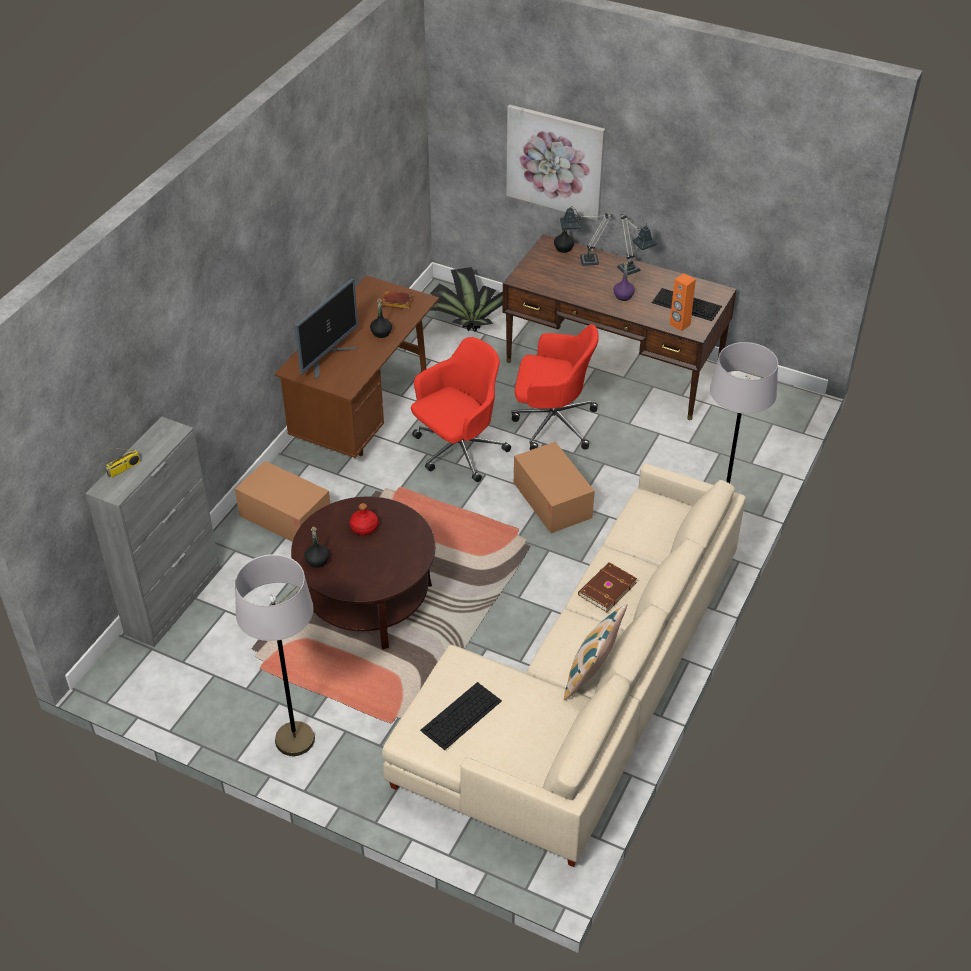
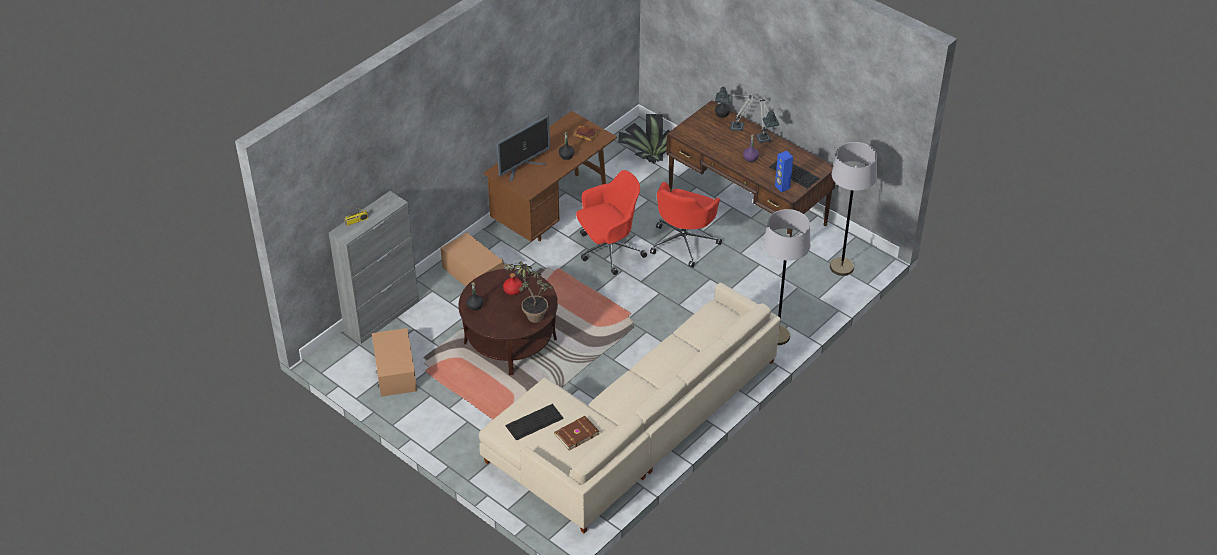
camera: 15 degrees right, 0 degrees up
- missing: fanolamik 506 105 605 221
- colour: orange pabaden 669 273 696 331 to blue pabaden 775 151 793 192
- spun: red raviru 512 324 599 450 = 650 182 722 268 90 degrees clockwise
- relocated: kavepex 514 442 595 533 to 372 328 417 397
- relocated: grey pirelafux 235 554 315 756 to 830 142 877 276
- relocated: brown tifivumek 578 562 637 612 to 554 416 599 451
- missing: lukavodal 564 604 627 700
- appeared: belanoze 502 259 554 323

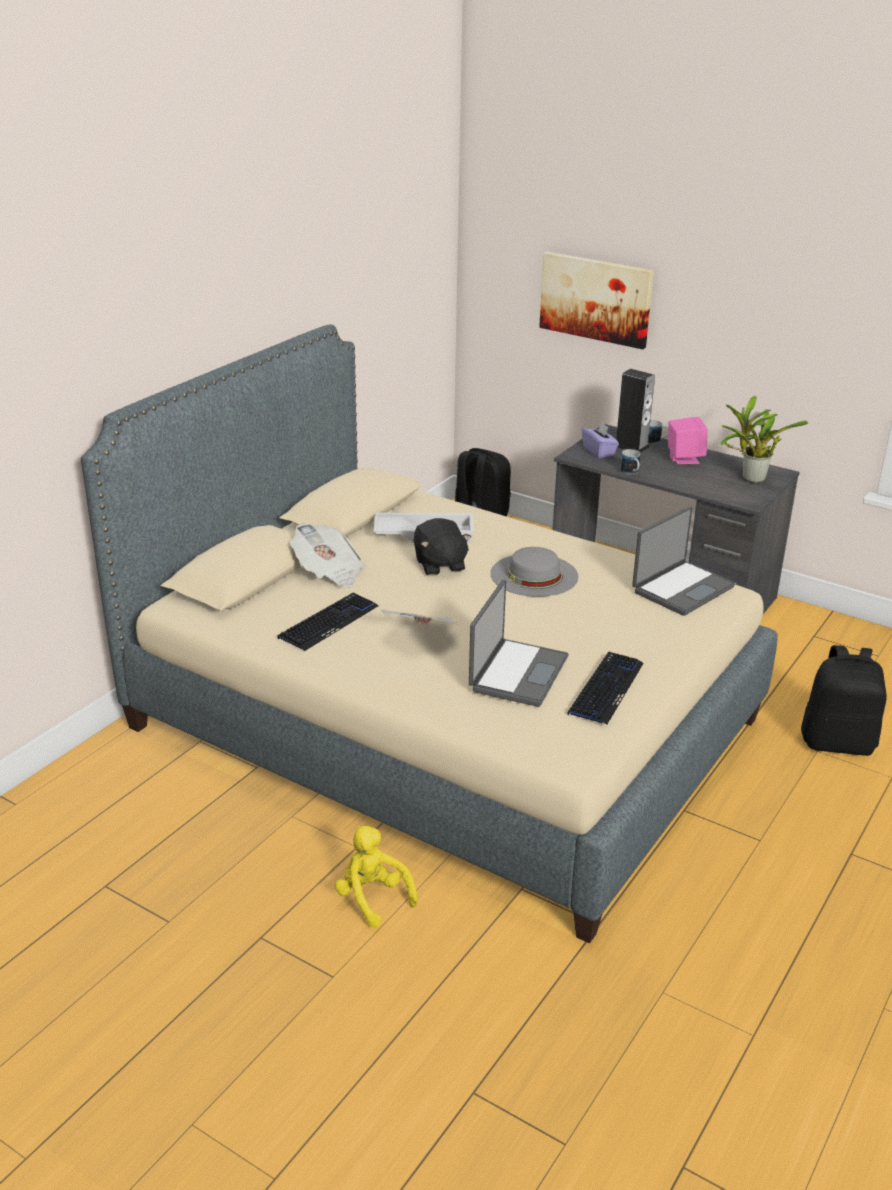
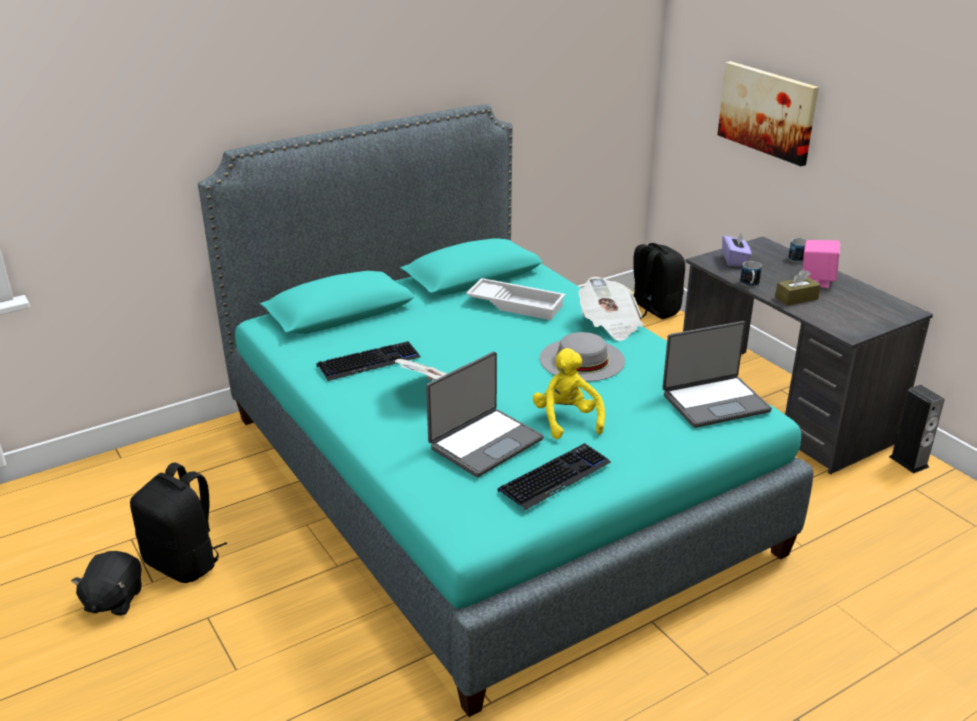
camera: 25 degrees right, 0 degrees up
- colour: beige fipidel 81 324 778 944 to turquoise fipidel 198 104 813 717
- relocated: pabaden 616 369 655 453 to 889 385 945 474
- missing: belanoze 721 396 808 483
- relocated: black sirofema 413 518 471 576 to 71 551 142 616
- relocated: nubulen 290 523 366 588 to 578 277 644 341
- relocated: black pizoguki 801 645 887 756 to 130 462 227 583
- relocated: yellow sirofema 335 826 418 928 to 533 348 605 439
- appeared: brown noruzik 775 269 821 306

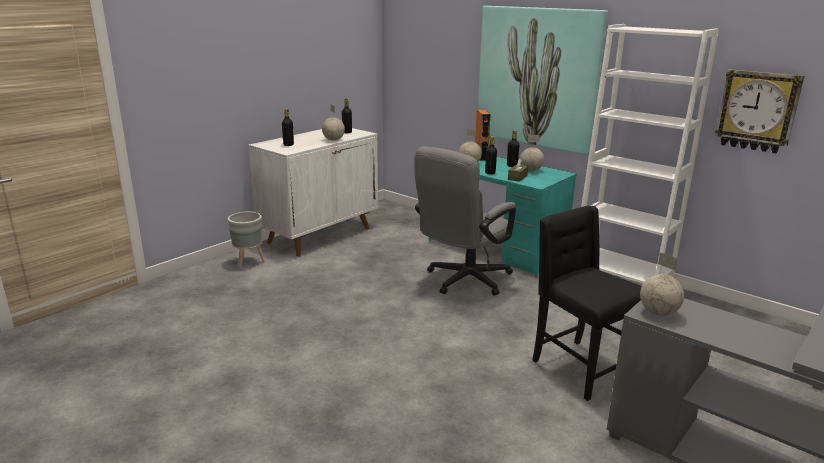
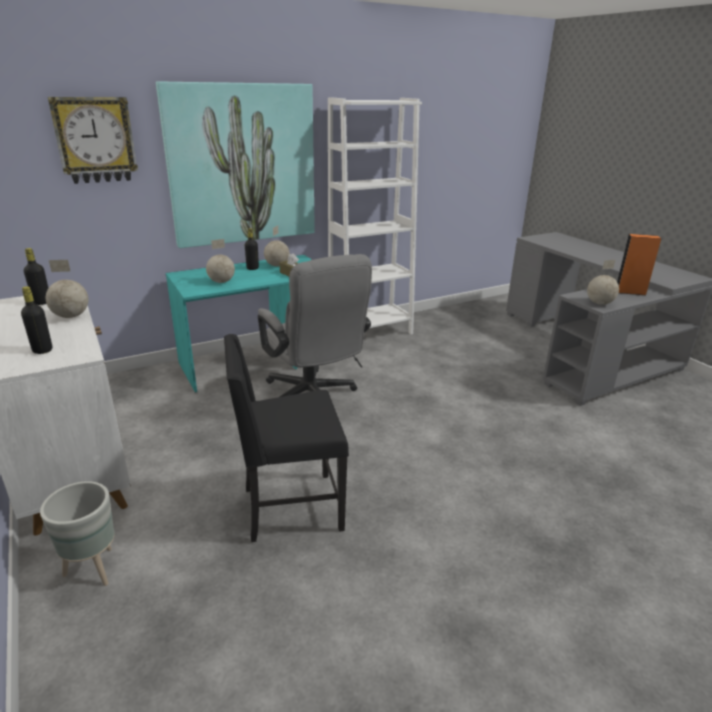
camera: 70 degrees left, 5 degrees up
- relocated: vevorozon 715 69 804 154 to 48 97 138 184
- relocated: orange pabaden 475 110 491 161 to 617 234 661 296
- missing: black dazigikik 485 136 497 175
- relocated: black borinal 532 206 642 401 to 224 334 349 542

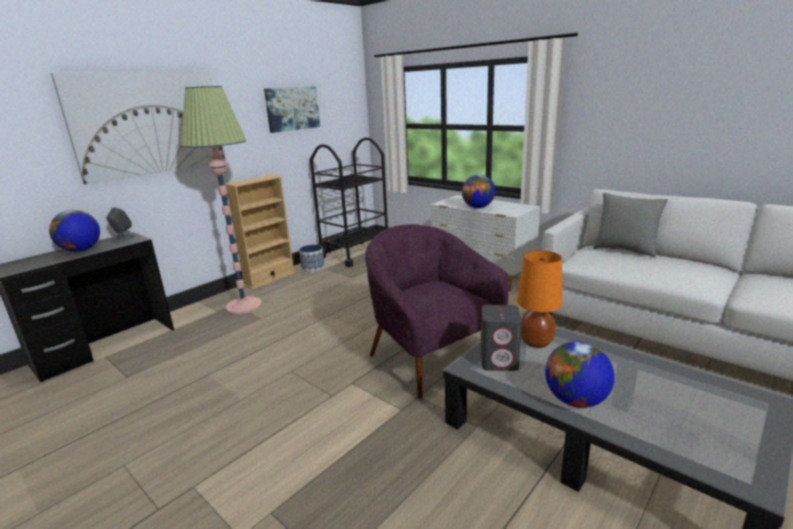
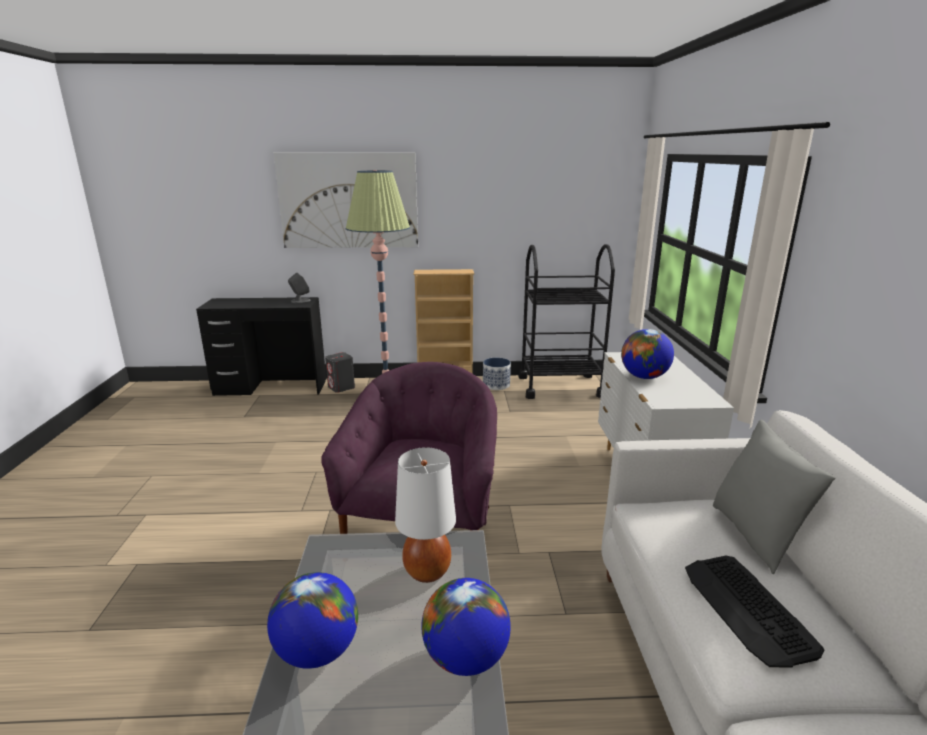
camera: 45 degrees right, 0 degrees up
- missing: fanolamik 264 86 320 133
- relocated: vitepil 49 210 100 252 to 421 578 511 676
- colour: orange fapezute 517 251 562 348 to white fapezute 395 447 456 583
- relocated: grey pabaden 481 305 522 371 to 325 352 355 393
- appeared: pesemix 685 556 825 668

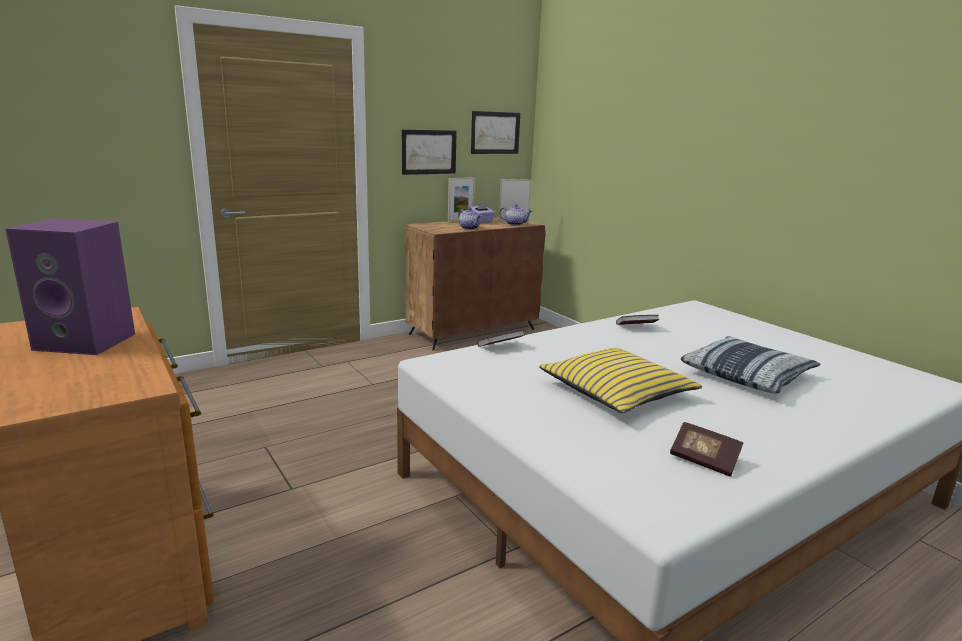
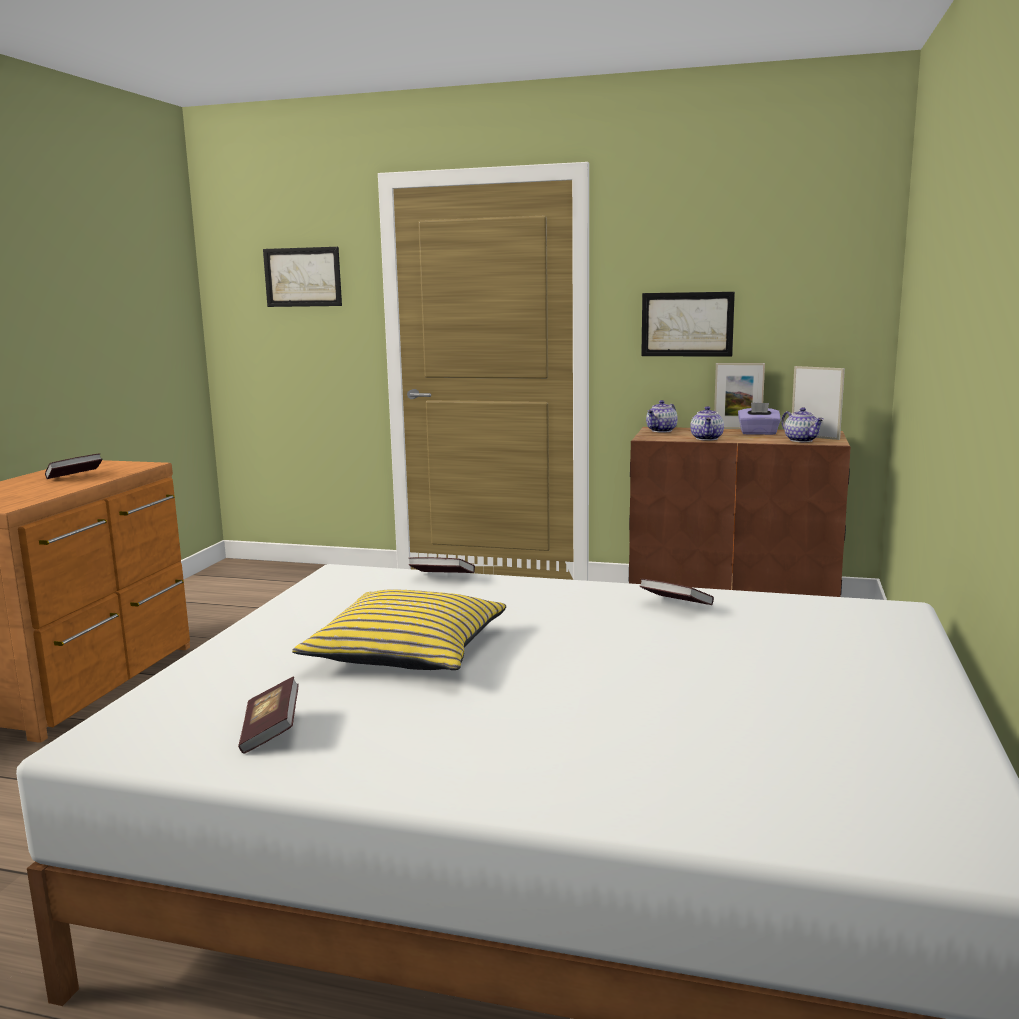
camera: 50 degrees right, 5 degrees down
- relocated: fanolamik 471 111 520 154 to 263 247 342 307
- exchanged: purple pabaden 5 218 135 355 to tifivumek 45 453 103 479
- missing: lukavodal 680 336 820 394
- appeared: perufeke 646 400 678 433

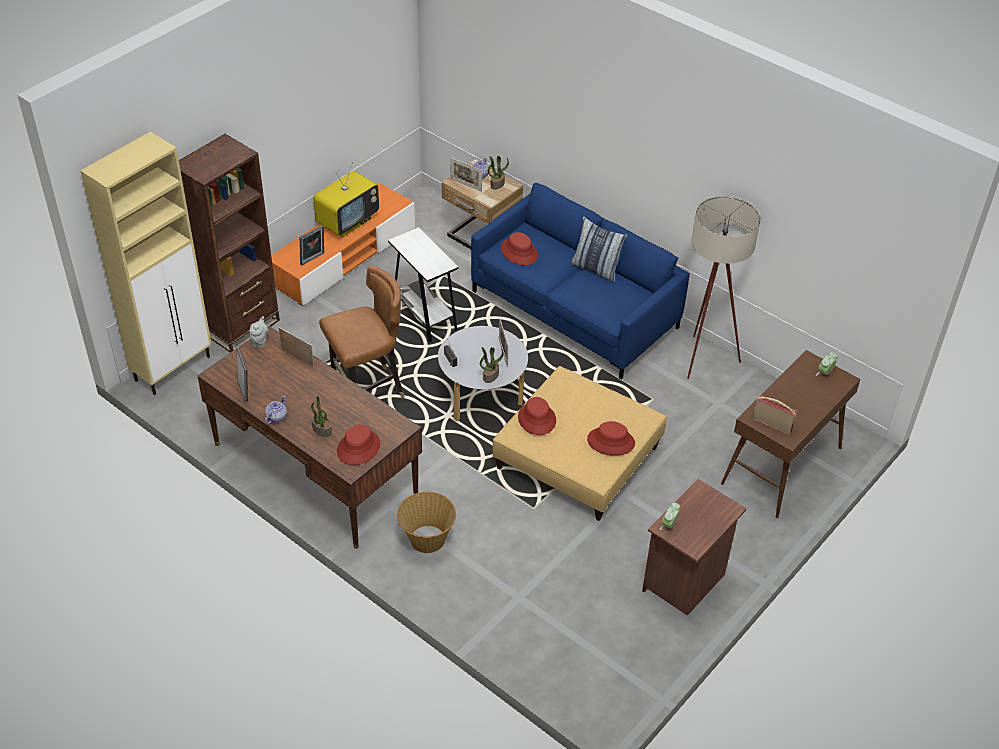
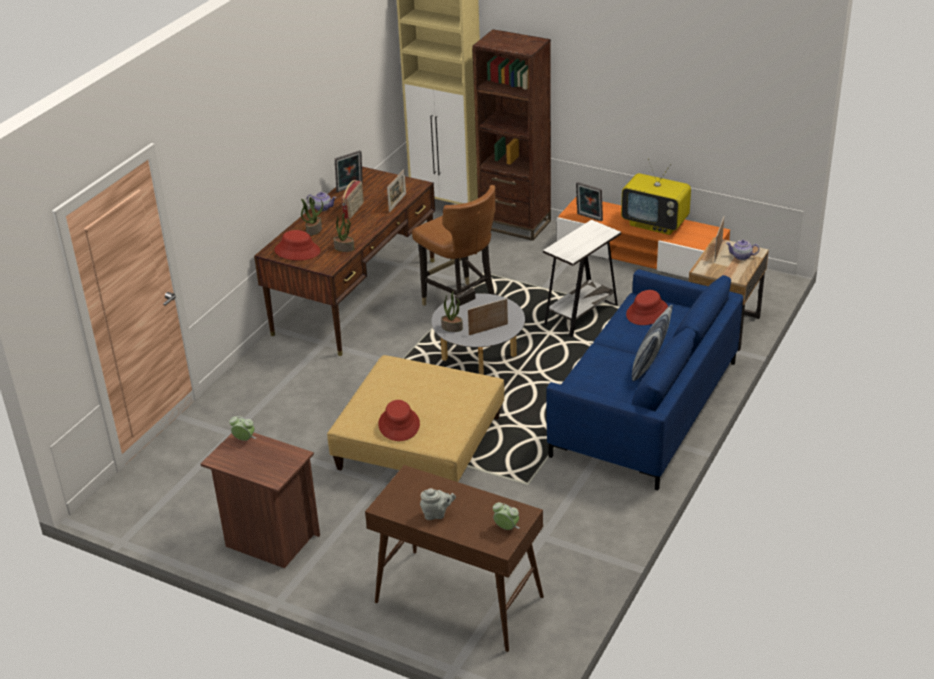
camera: 80 degrees right, 10 degrees down
- relocated: belanoze 488 156 509 189 to 333 212 354 252
- missing: beige pirelafux 687 196 760 379
- relocated: grey perufeke 250 316 269 348 to 420 488 456 520
- relocated: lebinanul 753 396 797 434 to 341 180 364 219
- missing: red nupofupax 518 397 556 435
- missing: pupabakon 397 492 456 553

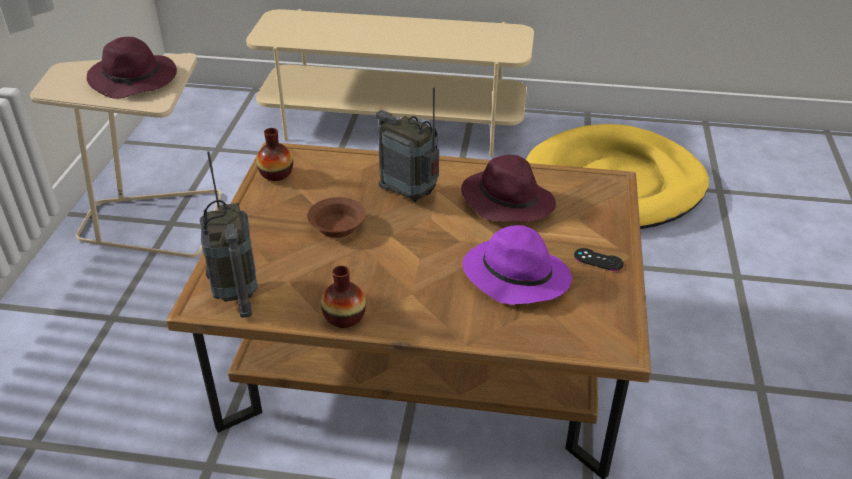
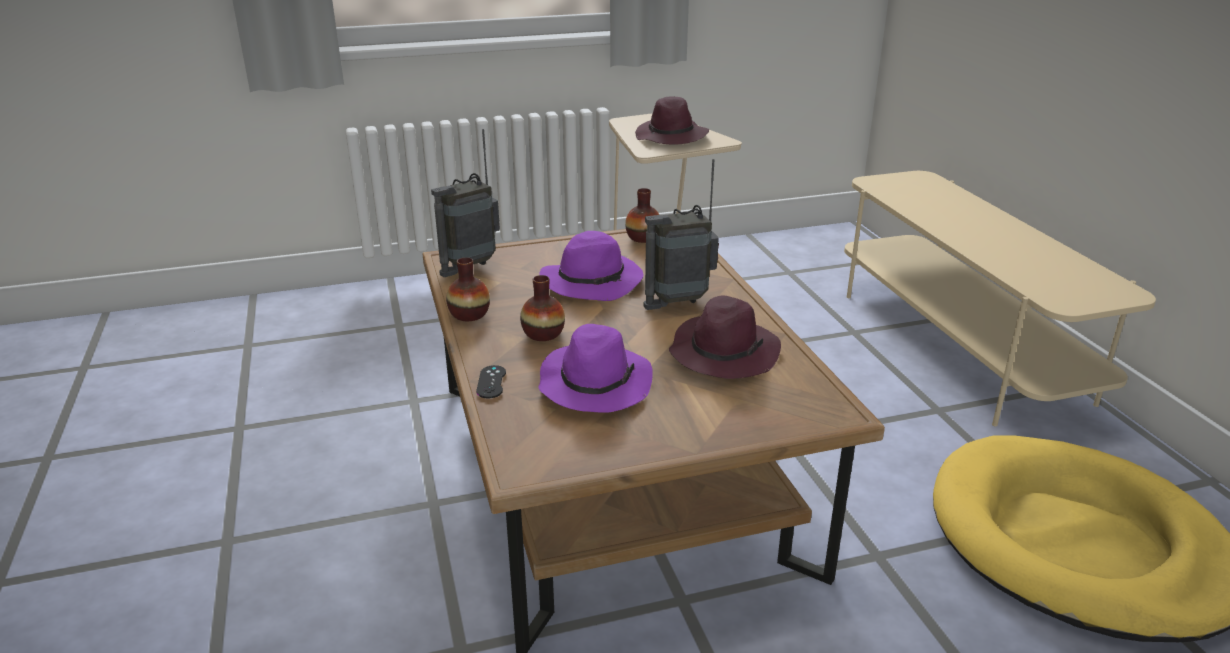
camera: 65 degrees right, 10 degrees down
- spun: lebinanul 376 87 439 202 = 644 159 719 310 120 degrees counterclockwise
- exchanged: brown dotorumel 307 197 366 238 to purple nupofupax 539 231 643 301
- relocated: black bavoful 574 248 623 271 to 476 365 506 399
- appeared: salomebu 520 275 565 341

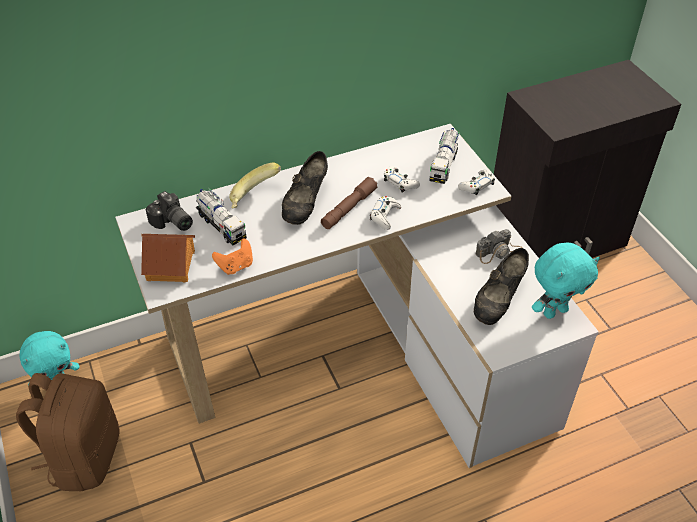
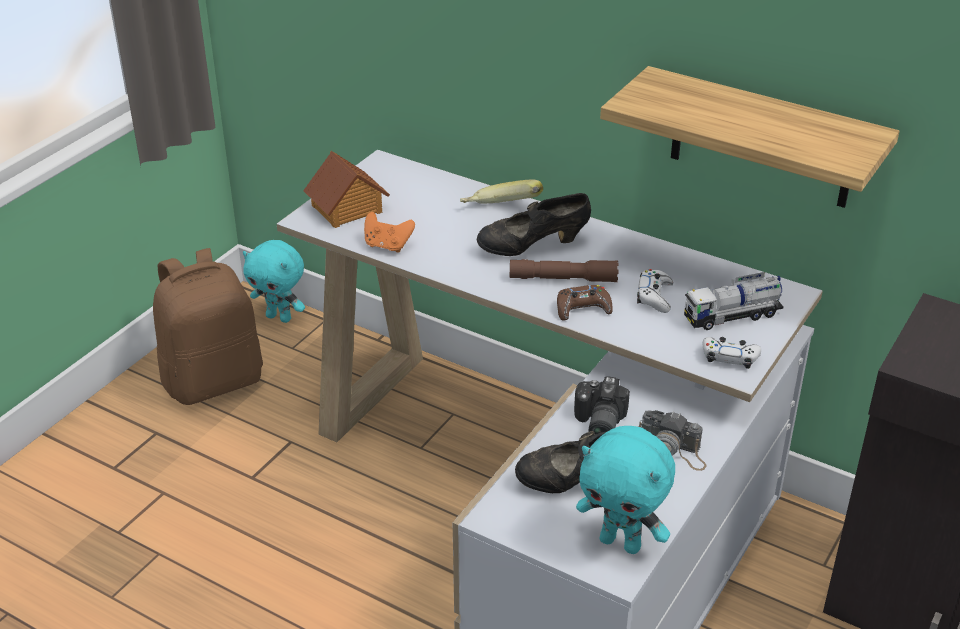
camera: 55 degrees right, 10 degrees down
- missing: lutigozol 196 189 247 245
- relocated: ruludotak 145 191 193 231 to 574 376 630 434
- colour: white bavoful 370 196 401 230 to brown bavoful 557 285 613 321
- appeared: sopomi 600 66 900 208

